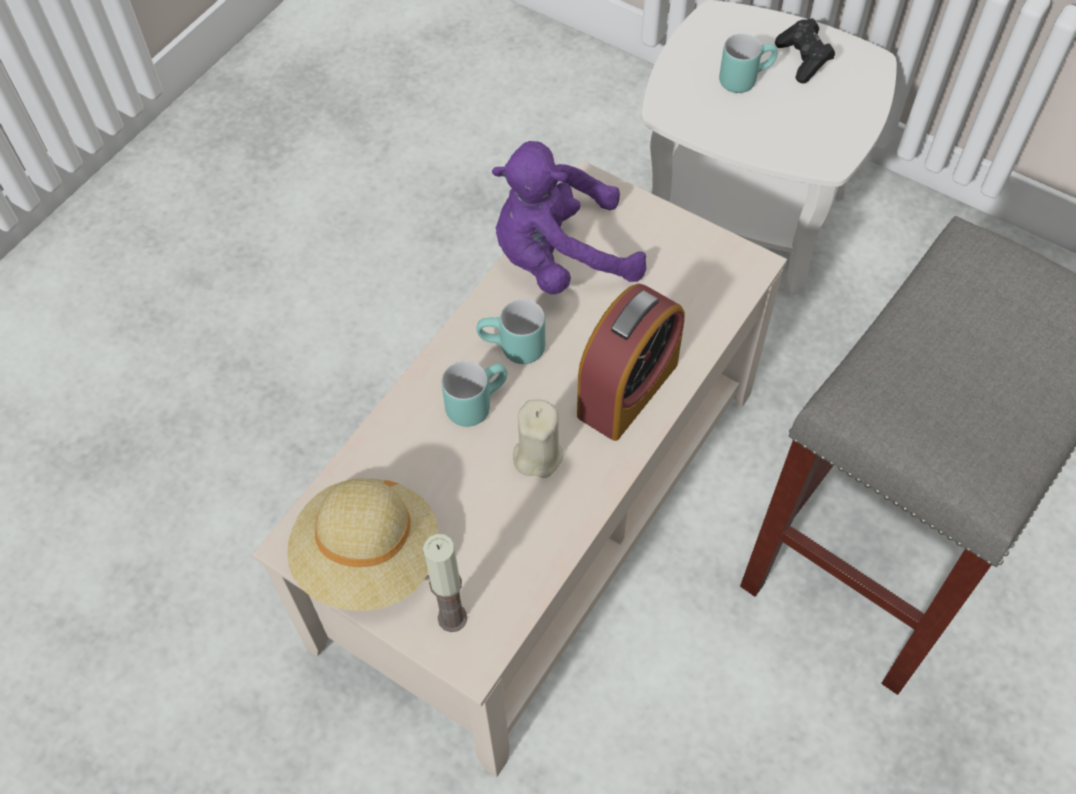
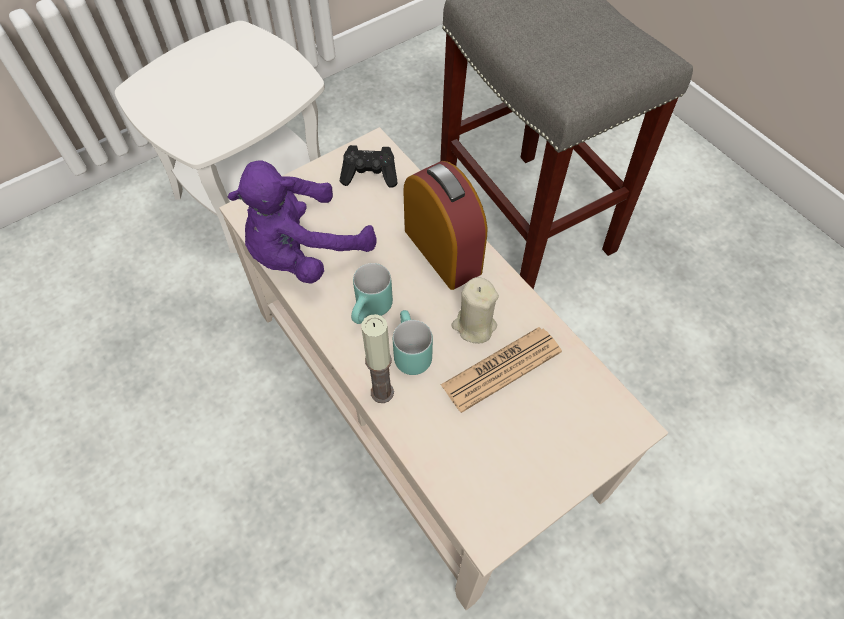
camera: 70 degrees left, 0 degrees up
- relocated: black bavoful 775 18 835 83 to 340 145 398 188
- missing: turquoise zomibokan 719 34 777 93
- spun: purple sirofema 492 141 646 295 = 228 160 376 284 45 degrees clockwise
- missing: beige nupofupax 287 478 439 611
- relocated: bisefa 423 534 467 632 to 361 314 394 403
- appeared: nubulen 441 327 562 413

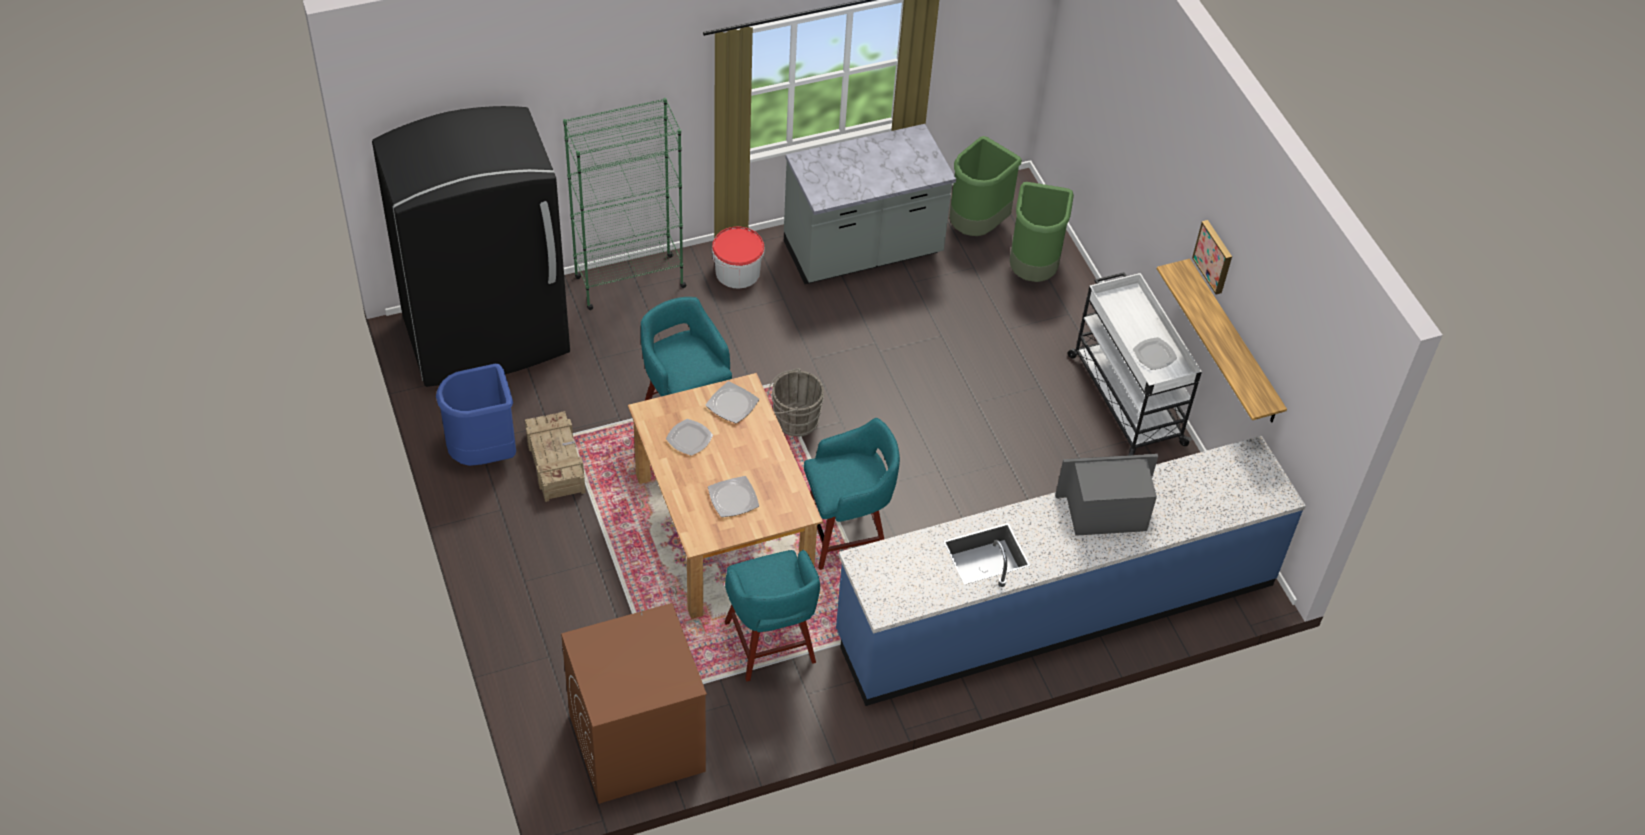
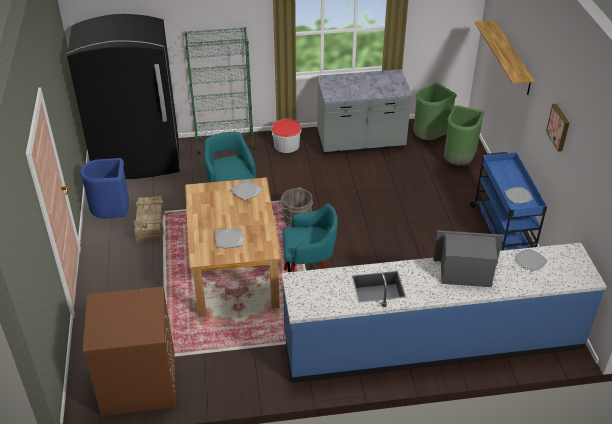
camera: 15 degrees right, 10 degrees down
- relocated: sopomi 1157 259 1287 422 to 475 20 535 95
- colour: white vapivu 1067 272 1202 455 to blue vapivu 470 152 547 251
- relocated: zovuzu 666 419 713 456 to 515 249 547 271
- missing: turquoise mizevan 724 550 820 682

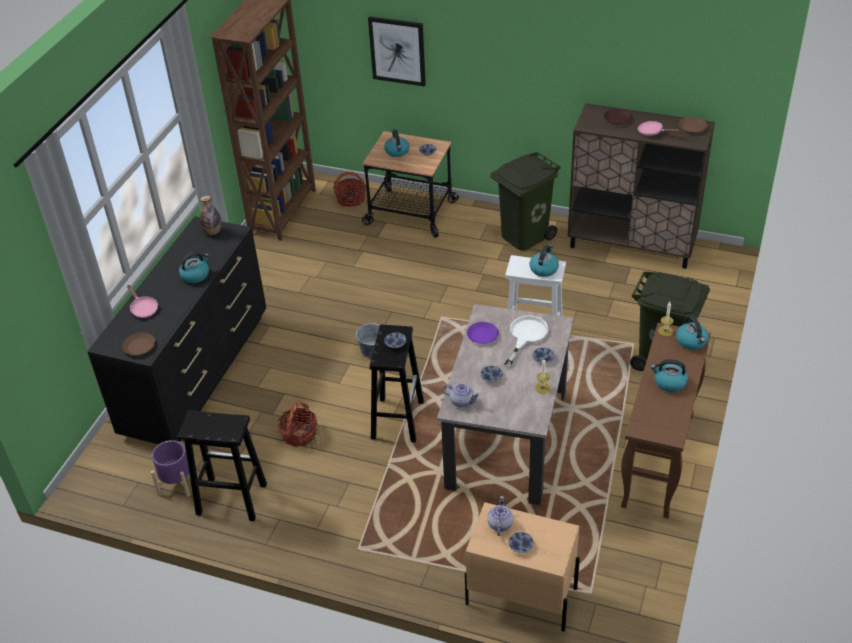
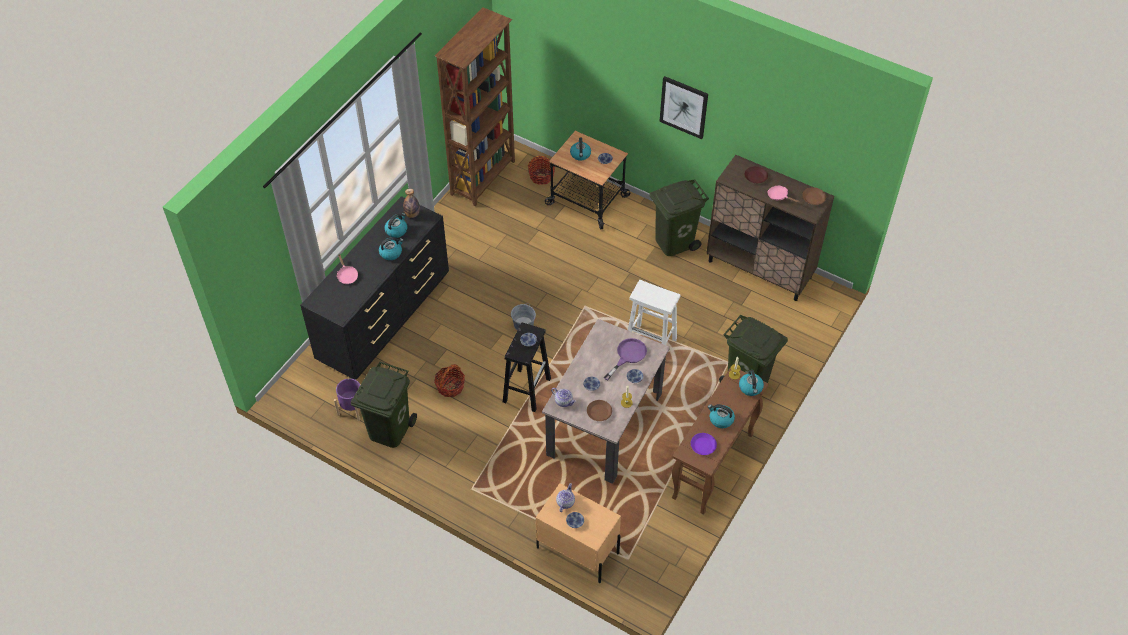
camera: 10 degrees right, 10 degrees up
- relocated: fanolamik 368 16 426 87 to 659 76 708 139
- relocated: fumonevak 530 245 559 277 to 384 213 407 238
- colour: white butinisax 504 316 549 367 to purple butinisax 604 338 647 380
- relocated: purple zovuzu 467 322 499 344 to 691 433 717 455
- relocated: brown zovuzu 122 332 155 355 to 587 400 612 421
- exchanged: black mizevan 178 410 267 521 to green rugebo 351 361 417 448

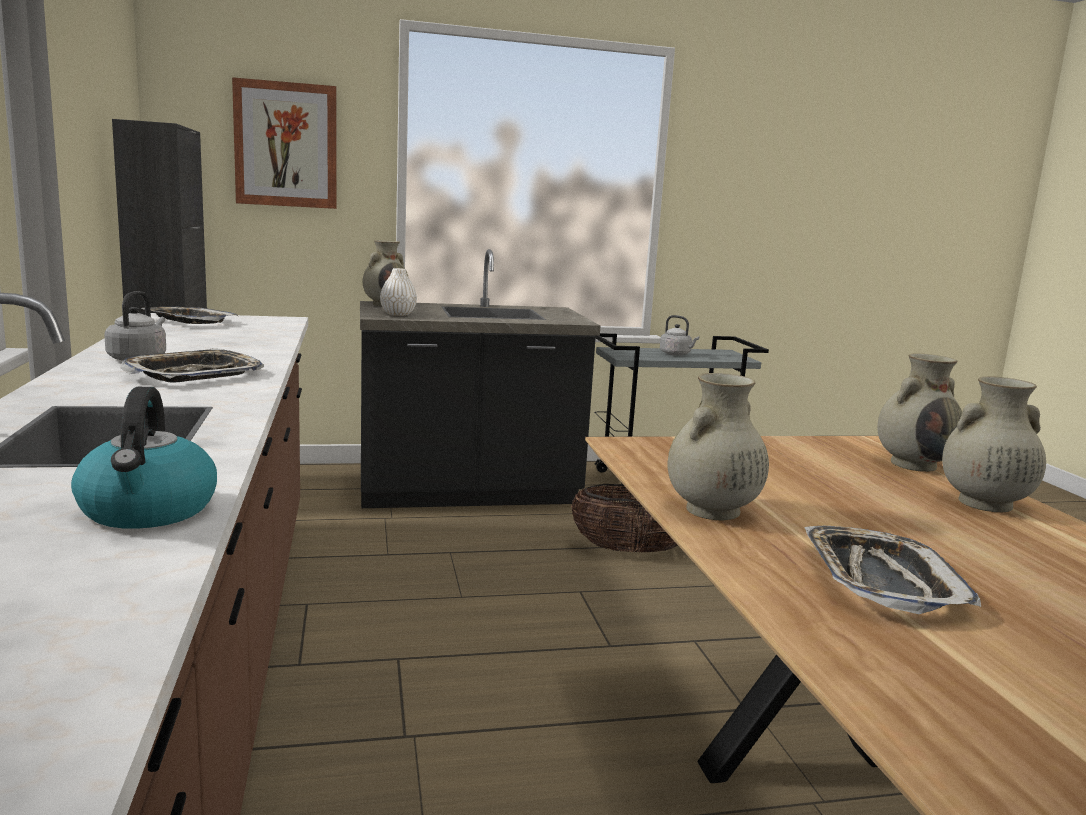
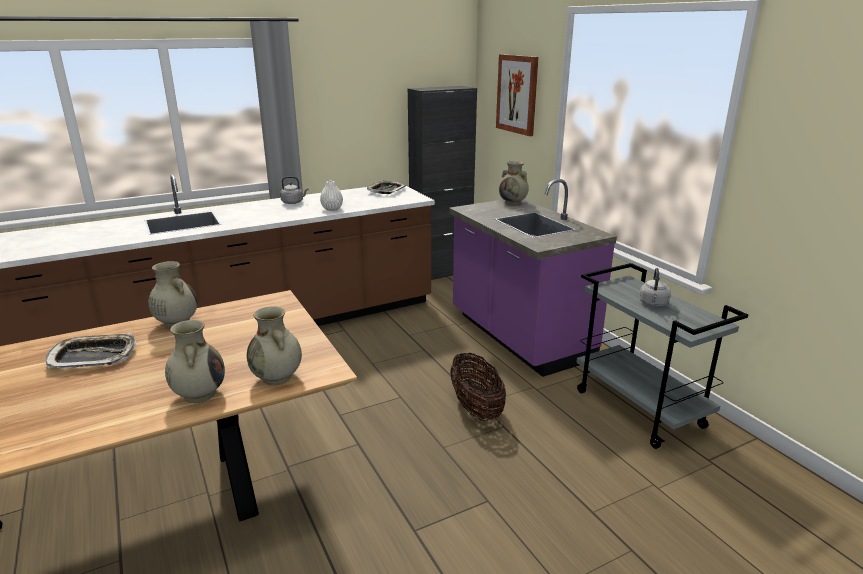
camera: 75 degrees right, 10 degrees up
- colour: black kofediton 360 249 600 508 to purple kofediton 449 179 617 377
- relocated: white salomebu 380 268 417 316 to 320 181 343 211
- missing: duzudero 121 348 264 382
- missing: fumonevak 71 387 217 529

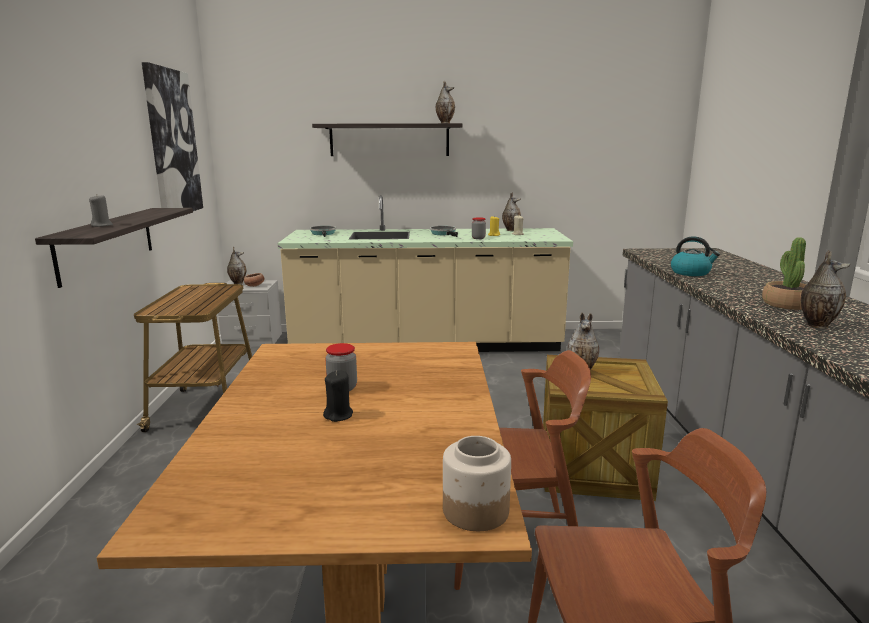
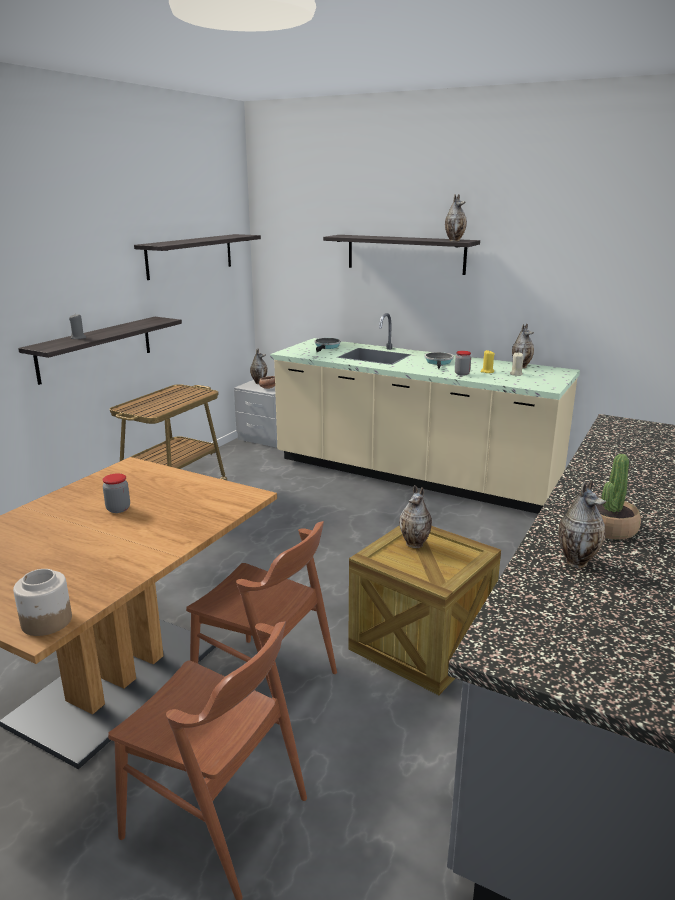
camera: 30 degrees right, 5 degrees up
- exchanged: fanolamik 142 62 203 211 to sopomi 134 234 261 280
- missing: fumonevak 671 236 720 276
- missing: black bisefa 323 370 353 422

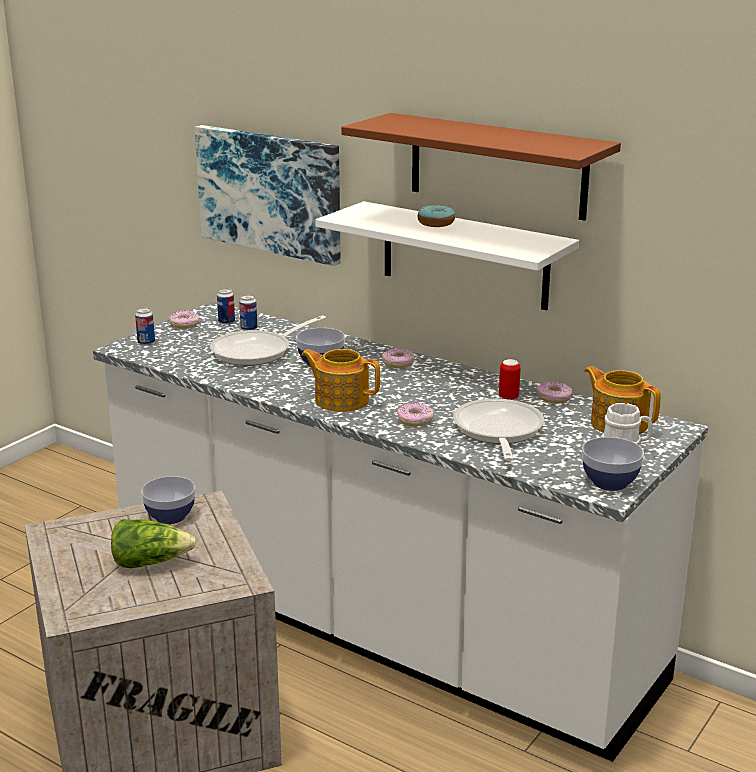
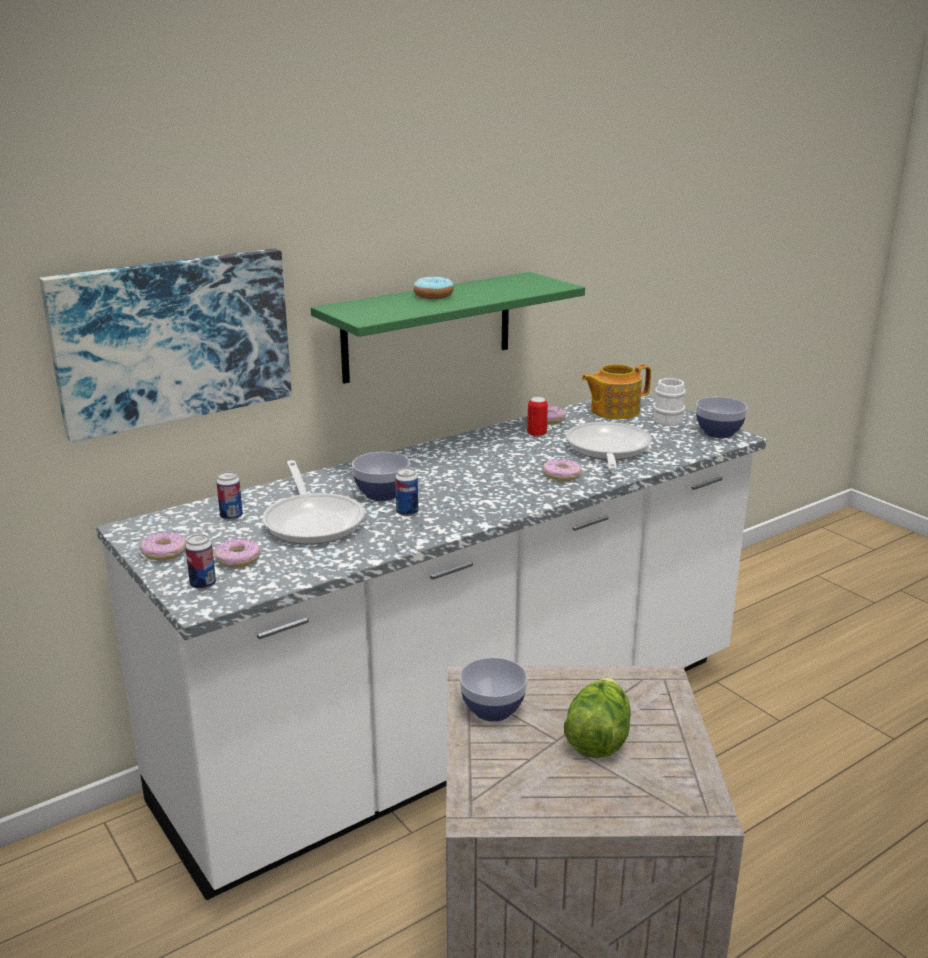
camera: 70 degrees left, 0 degrees up
- missing: brown sopomi 341 113 621 221
- colour: white sopomi 315 201 579 310 to green sopomi 311 272 585 384
- relocated: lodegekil 217 288 235 325 to 395 468 418 516
- relocated: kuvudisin 382 348 415 368 to 214 538 260 568
- missing: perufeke 301 349 380 412
- spun: butinisax 453 399 544 461 = 566 422 652 471 75 degrees clockwise

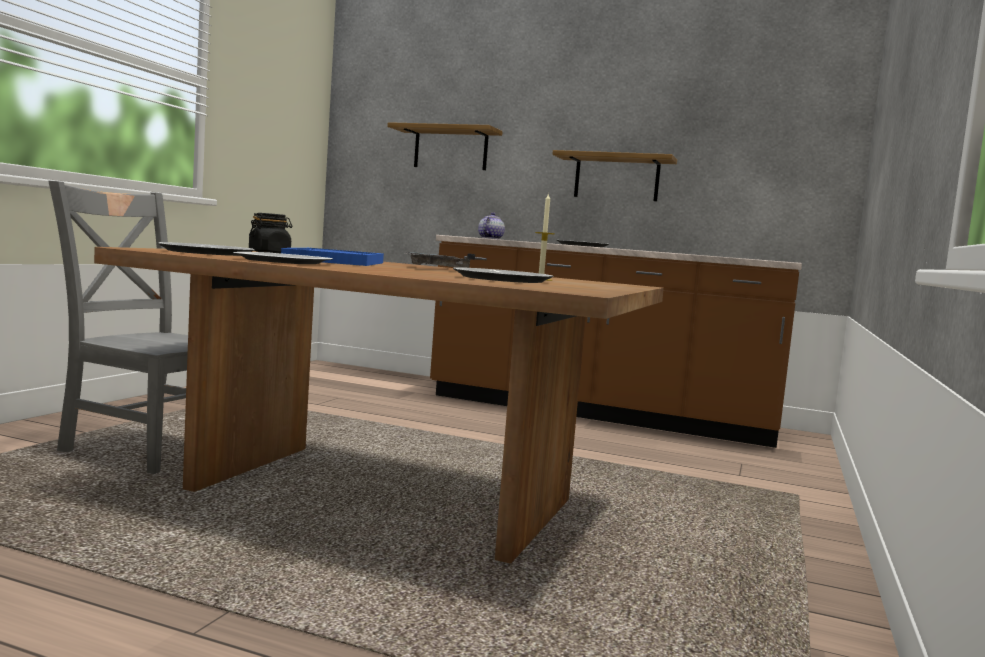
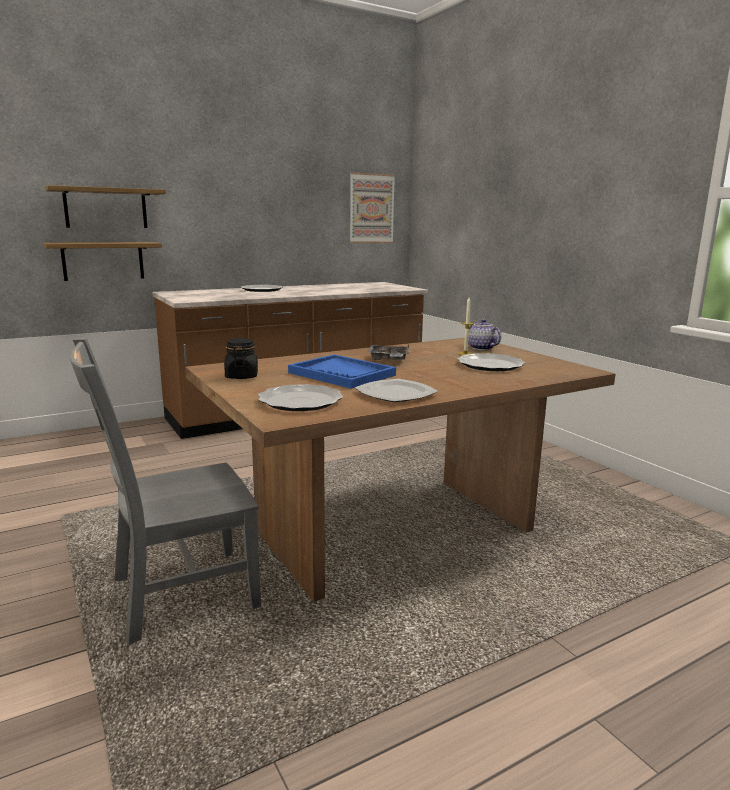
camera: 50 degrees left, 10 degrees up
- relocated: sopomi 552 150 677 201 to 44 242 162 281
- relocated: perufeke 478 212 505 239 to 468 319 501 350
- appeared: fanolamik 350 172 395 243

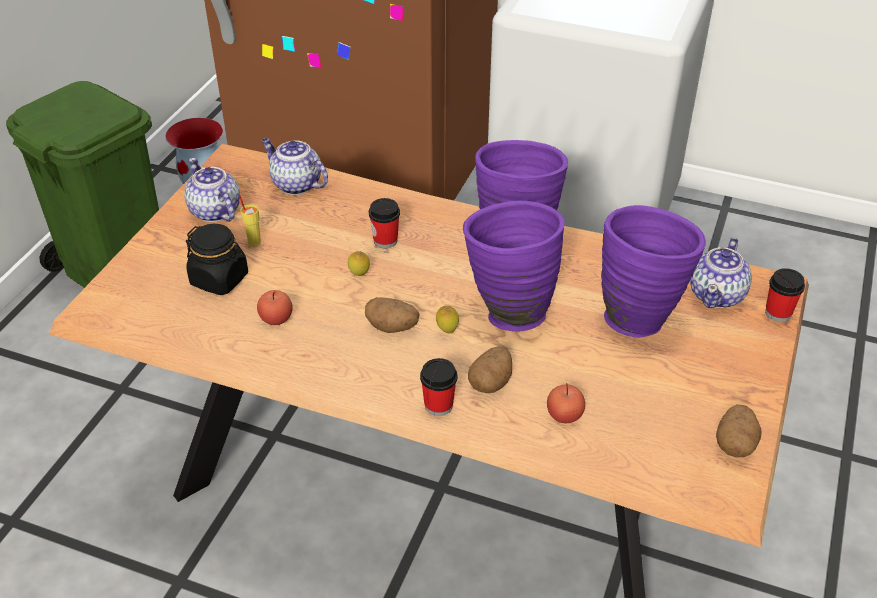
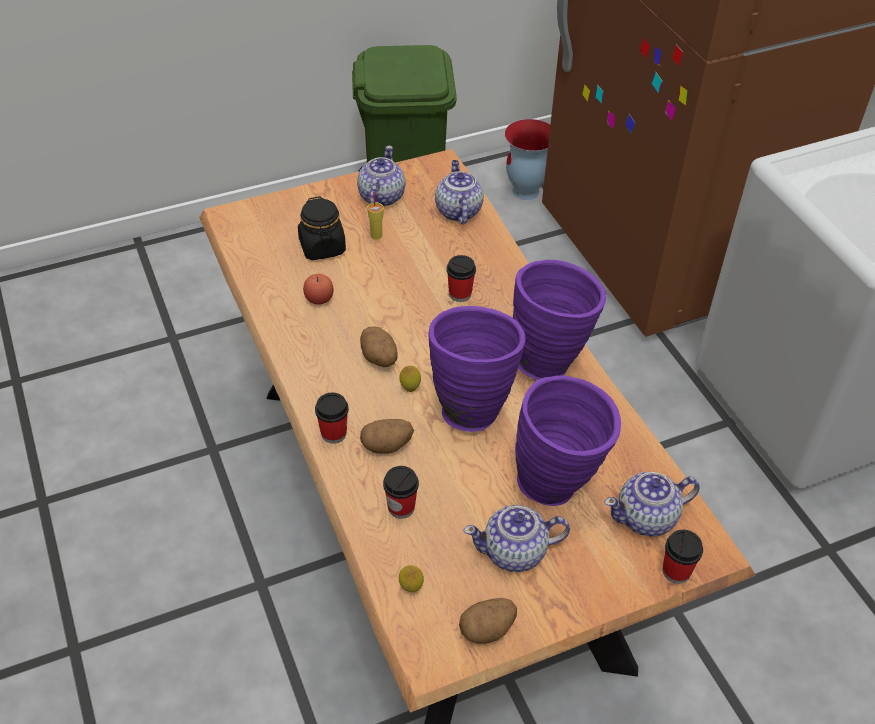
camera: 45 degrees right, 5 degrees up
- relocated: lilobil 348 251 370 276 to 399 565 424 592
- exchanged: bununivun 547 383 585 423 to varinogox 383 466 419 519
- appeared: perufeke 463 505 570 572

